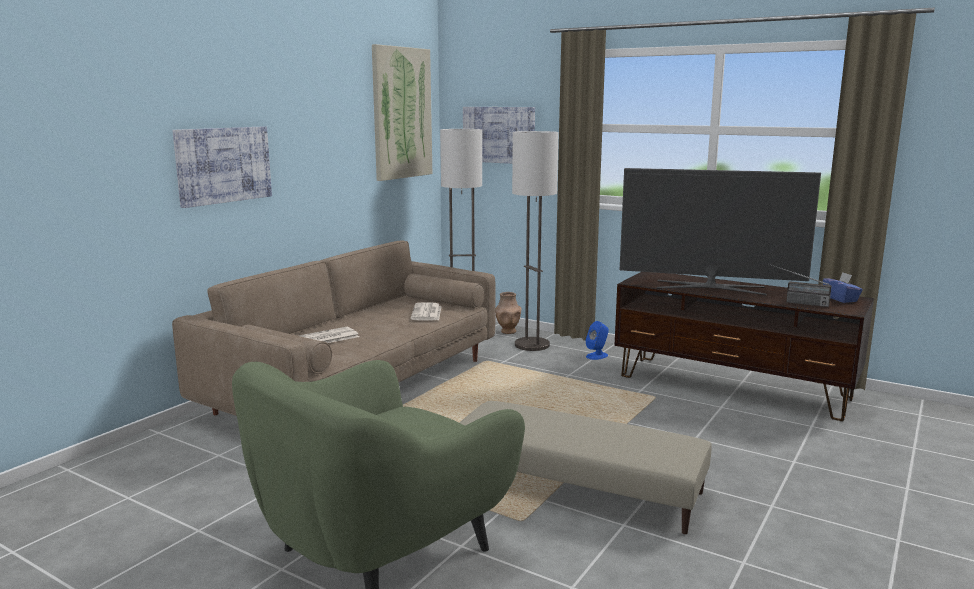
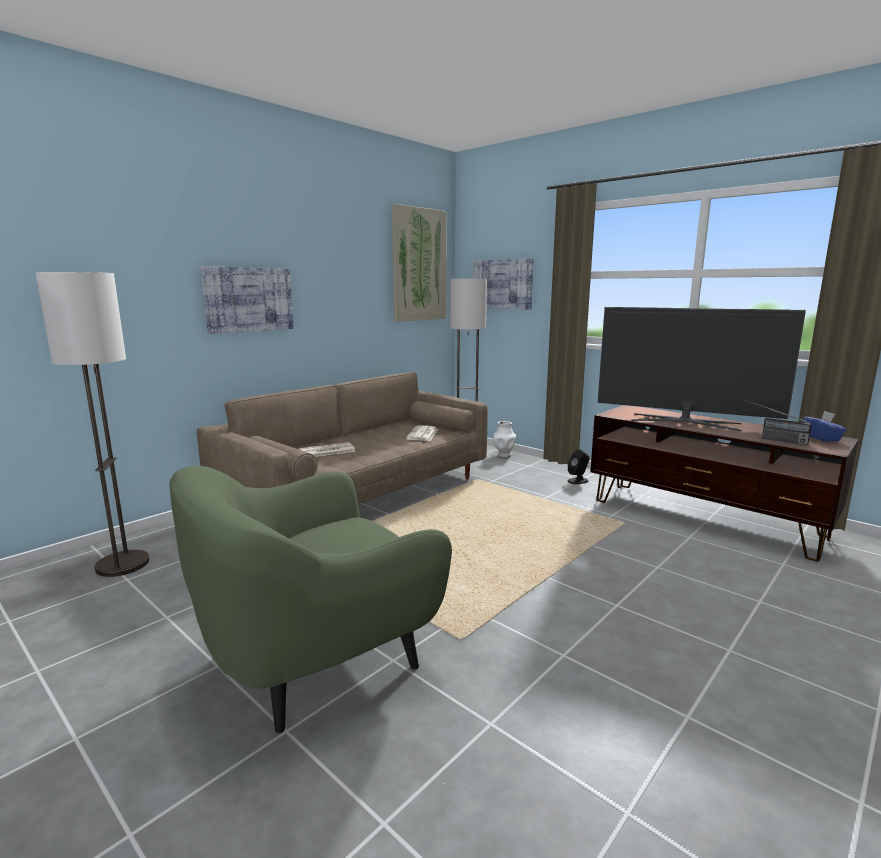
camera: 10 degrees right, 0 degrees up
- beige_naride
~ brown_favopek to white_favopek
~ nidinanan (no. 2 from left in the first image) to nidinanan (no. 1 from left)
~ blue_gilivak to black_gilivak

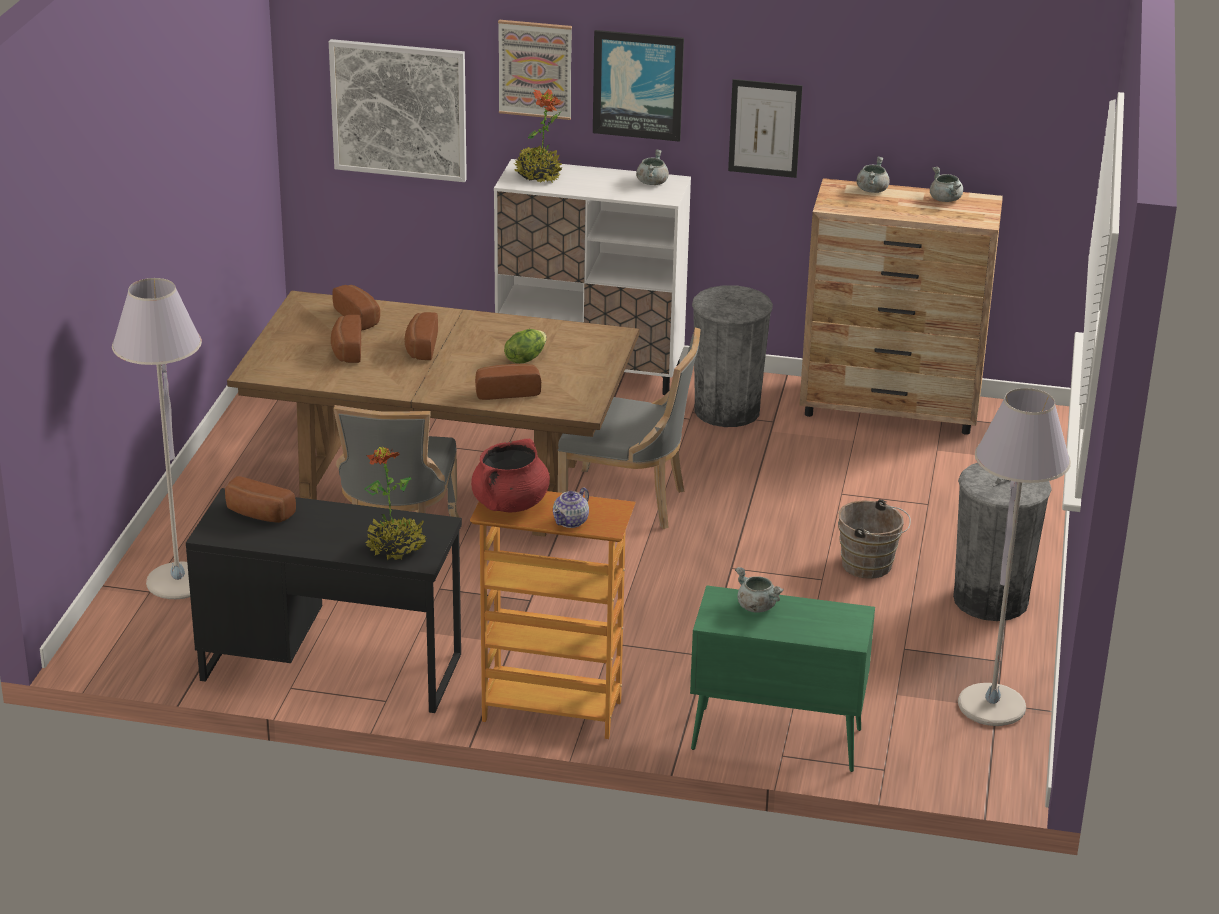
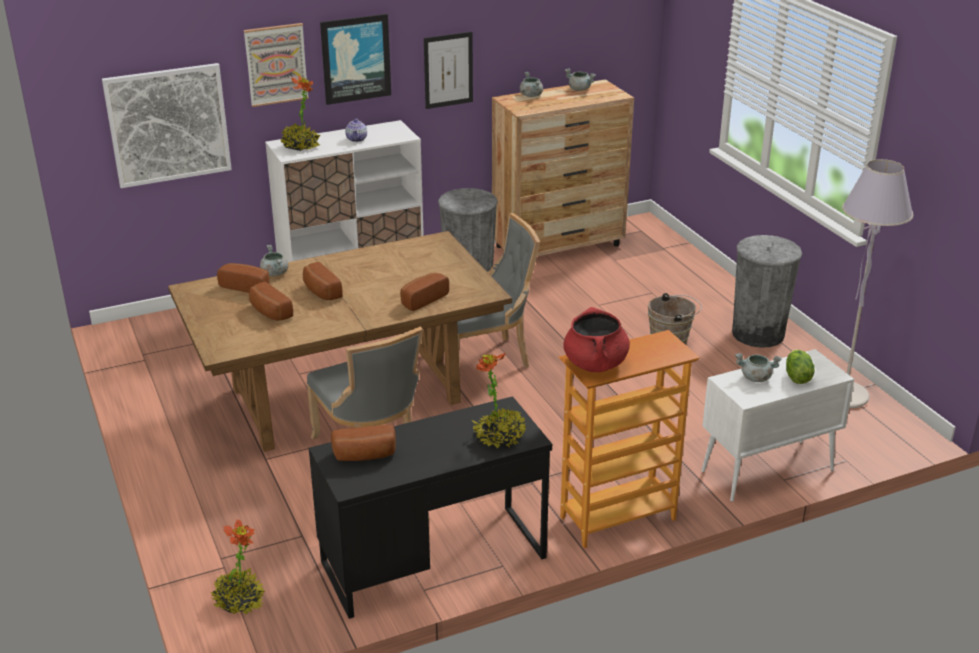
camera: 35 degrees left, 0 degrees up
- grey_nidinanan (no. 1 from left)
~ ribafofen
~ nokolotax
~ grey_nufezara (no. 1 from left)
~ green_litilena to white_litilena (no. 2 from left)
+ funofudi (no. 1 from left)

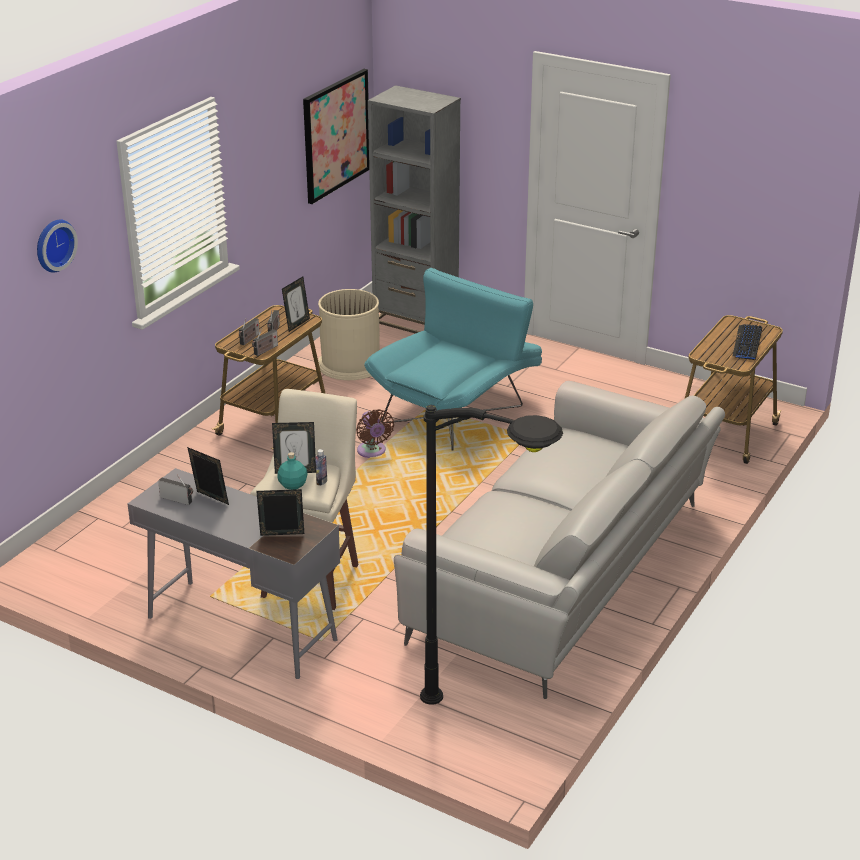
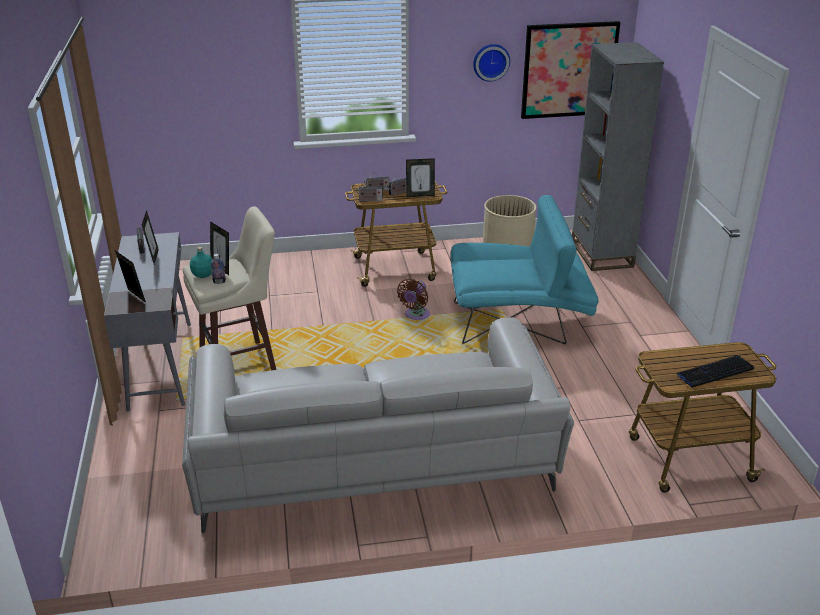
camera: 50 degrees right, 0 degrees up
~ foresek
- black_nidinanan

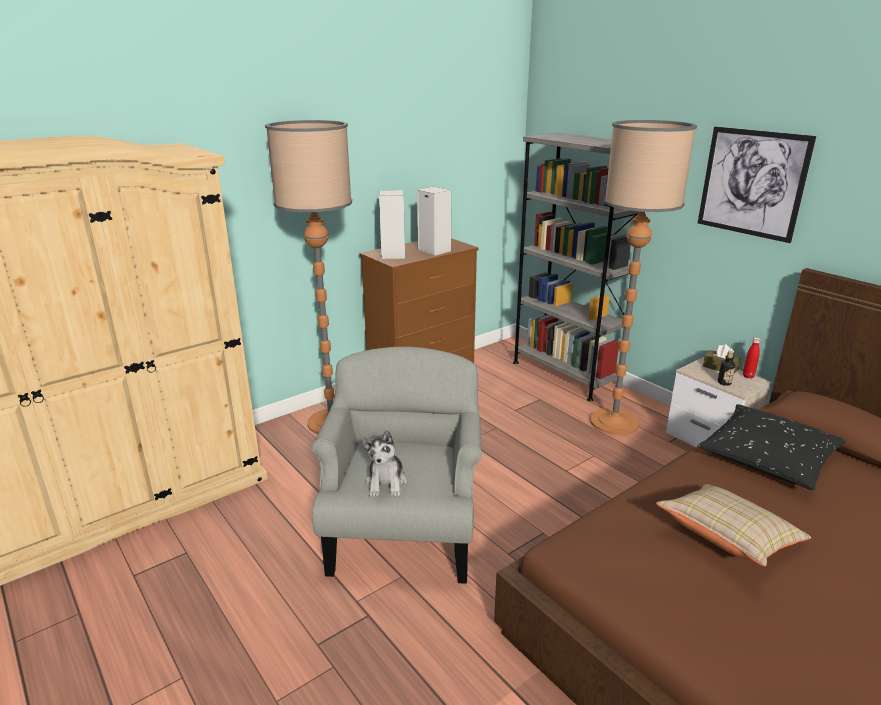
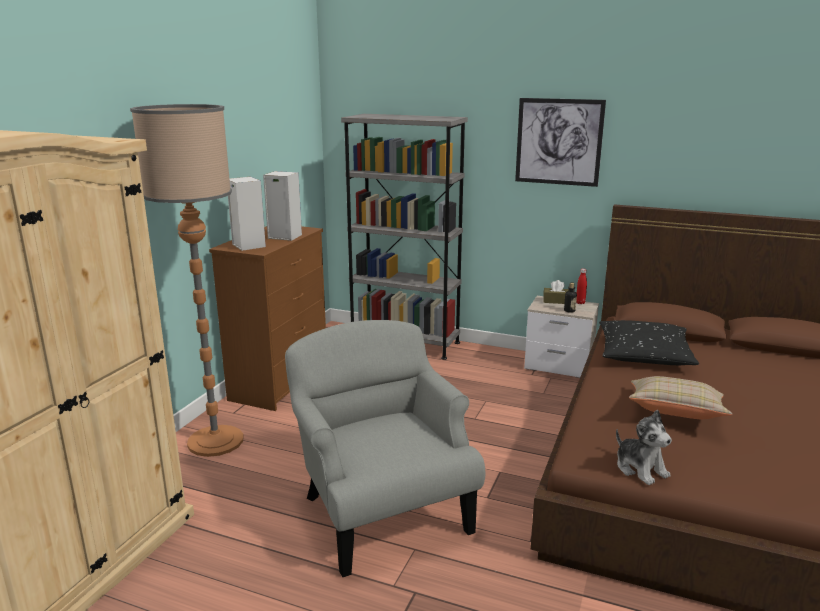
camera: 30 degrees left, 5 degrees down
~ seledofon
- nidinanan (no. 2 from left)

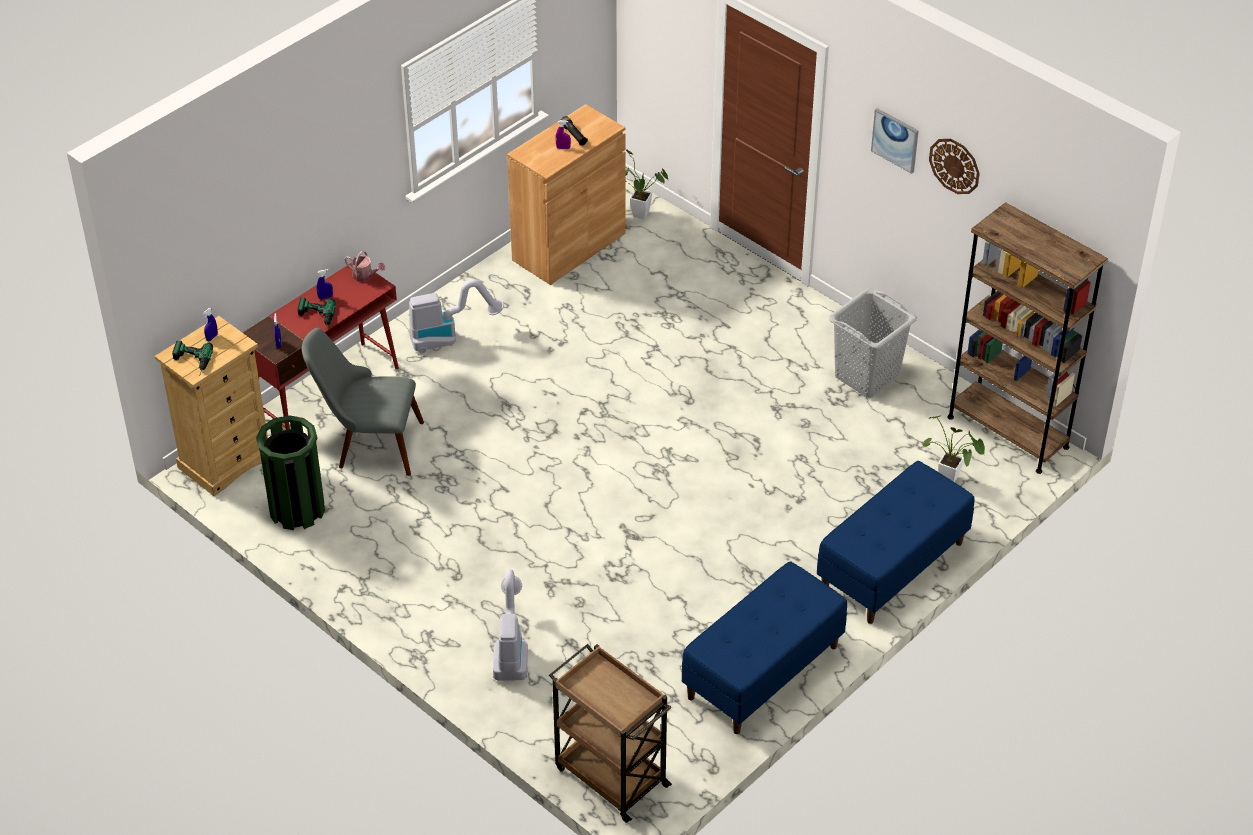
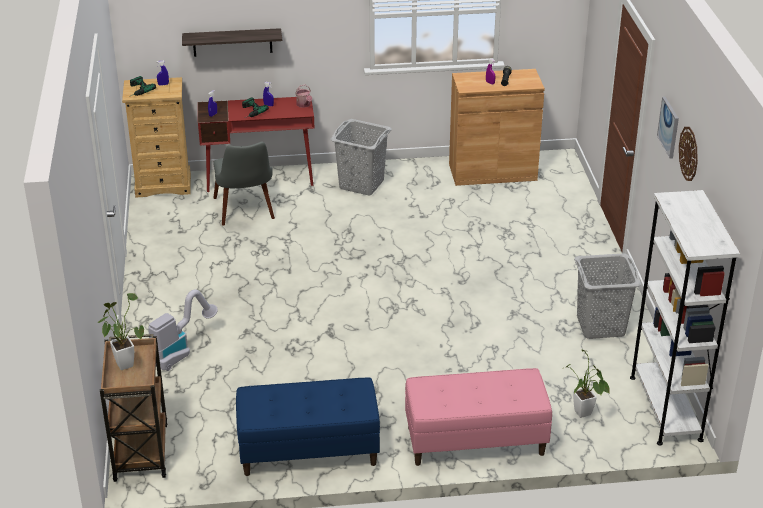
camera: 40 degrees right, 10 degrees down
- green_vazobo
~ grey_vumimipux 150 degrees counterclockwise
~ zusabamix (no. 1 from left) to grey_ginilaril (no. 1 from left)
~ funofudi (no. 1 from left)
~ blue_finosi (no. 2 from left) to pink_finosi
~ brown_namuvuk to white_namuvuk
+ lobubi

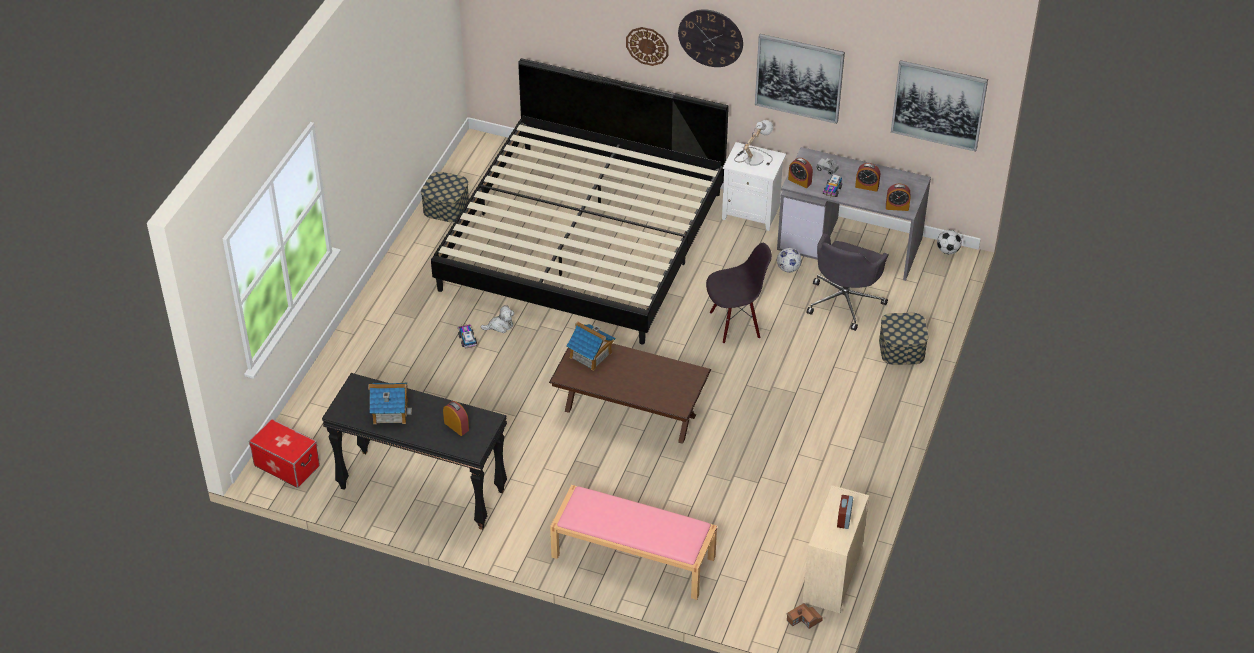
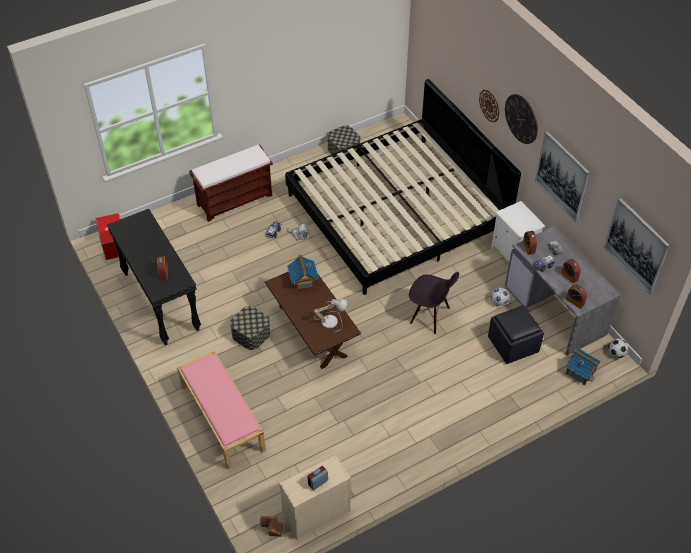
camera: 40 degrees right, 5 degrees up
~ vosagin (no. 1 from left in the first image) to vosagin (no. 3 from left)
~ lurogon
~ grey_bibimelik to black_naride
~ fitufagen (no. 3 from left in the first image) to fitufagen (no. 2 from left)
+ brown_finosi

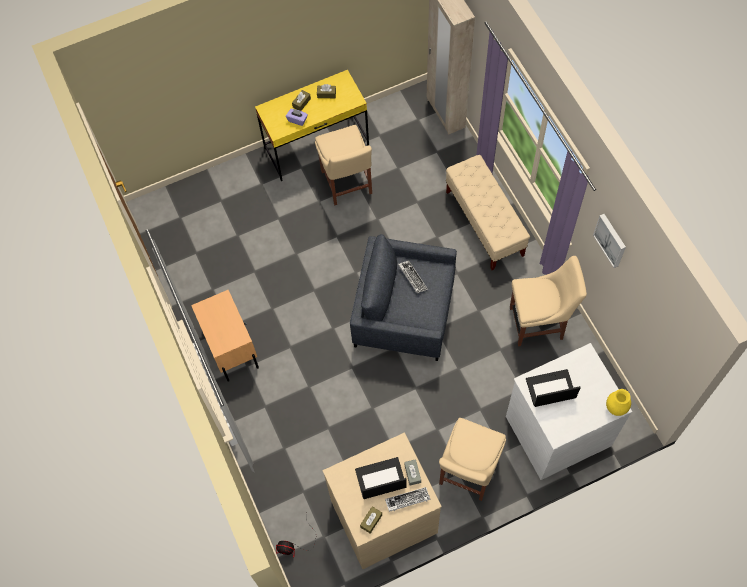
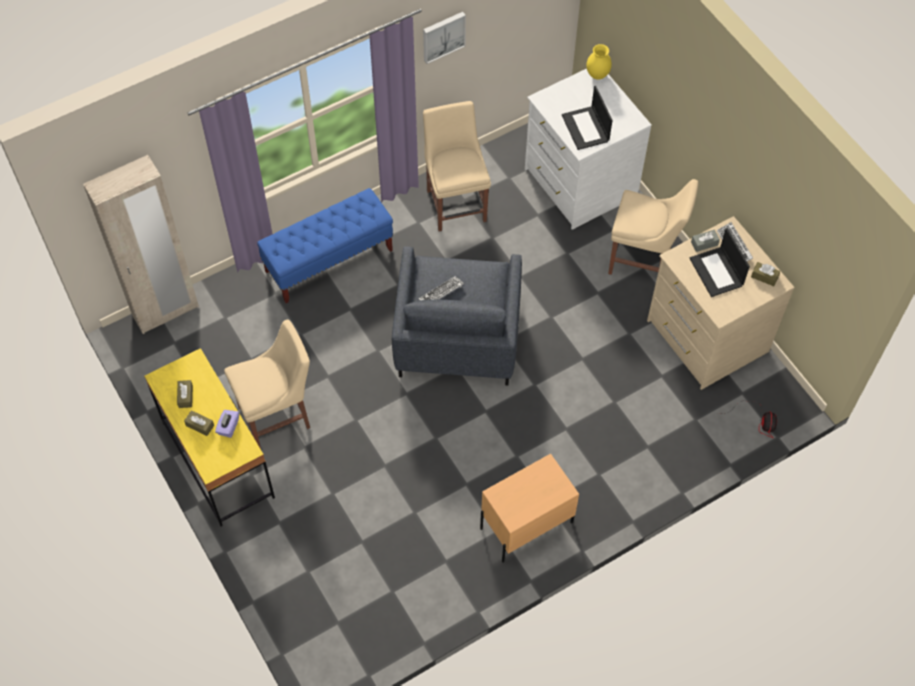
camera: 100 degrees left, 5 degrees down
~ beige_finosi to blue_finosi

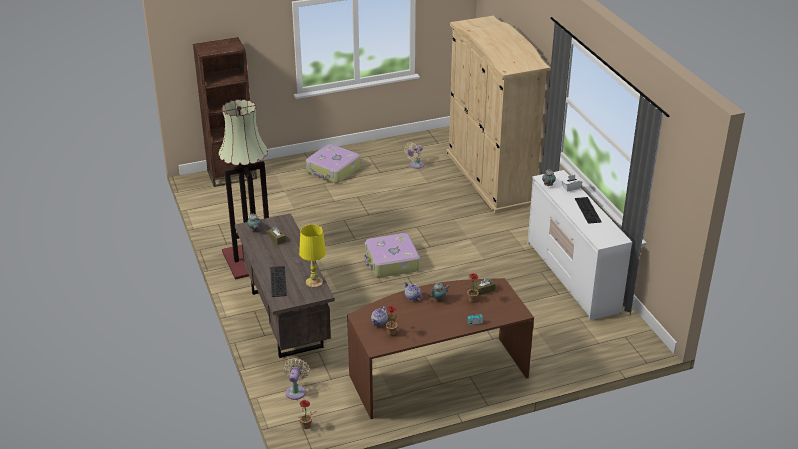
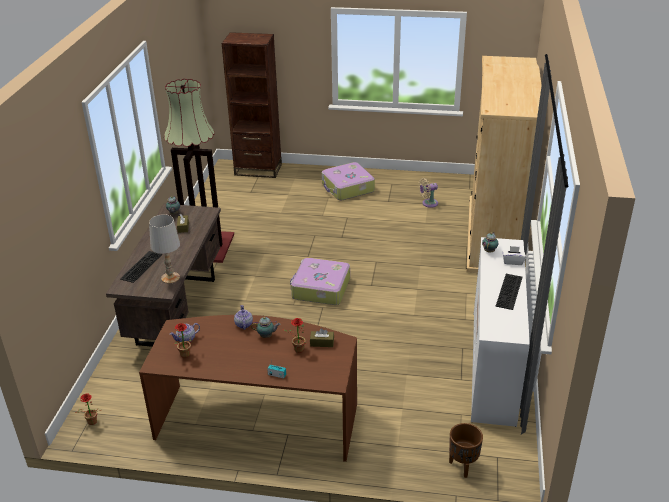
camera: 30 degrees right, 0 degrees up
- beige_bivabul (no. 1 from left)
~ yellow_lurogon to white_lurogon
+ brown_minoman

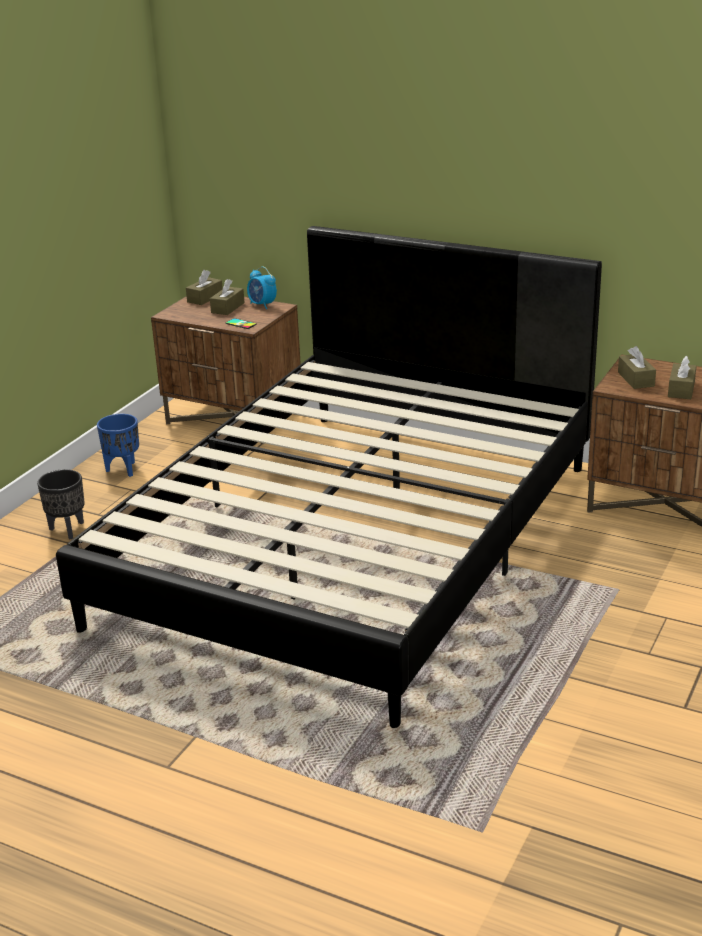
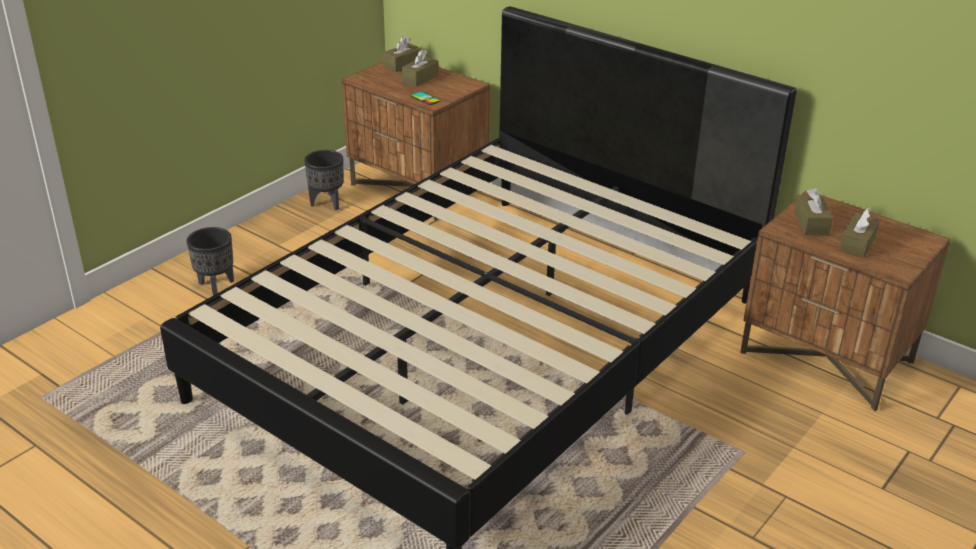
camera: 10 degrees right, 5 degrees up
- blue_minoman
- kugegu
+ black_minoman (no. 2 from left)

